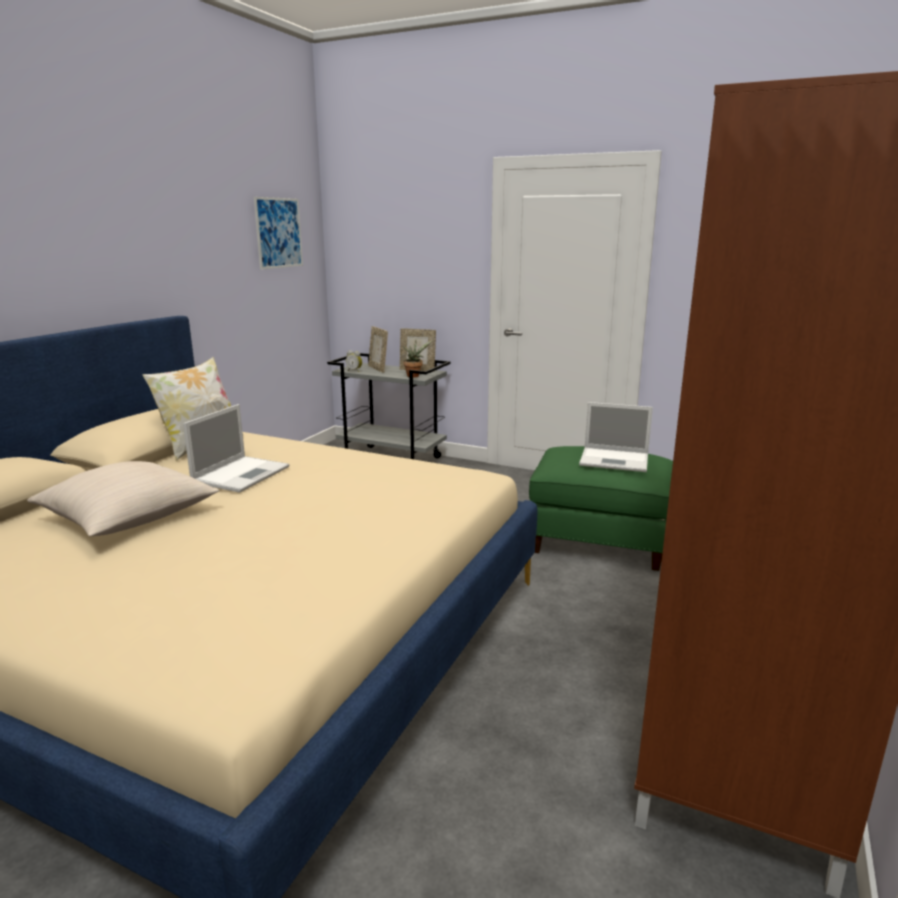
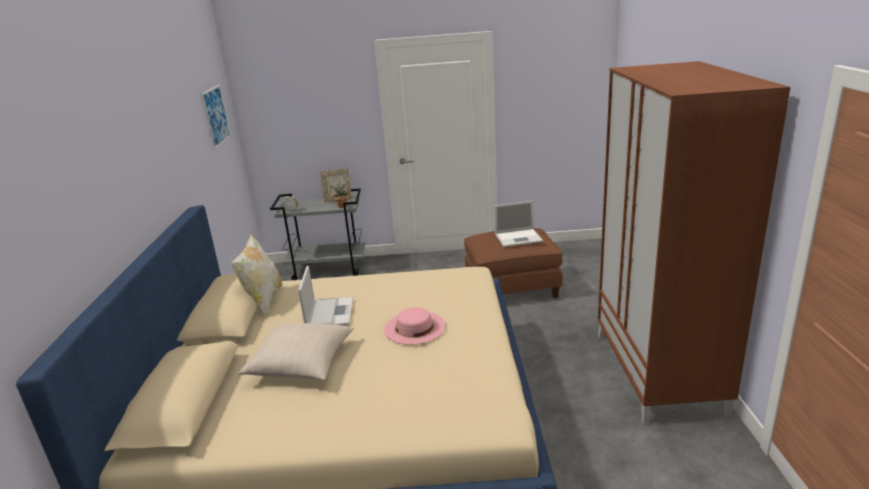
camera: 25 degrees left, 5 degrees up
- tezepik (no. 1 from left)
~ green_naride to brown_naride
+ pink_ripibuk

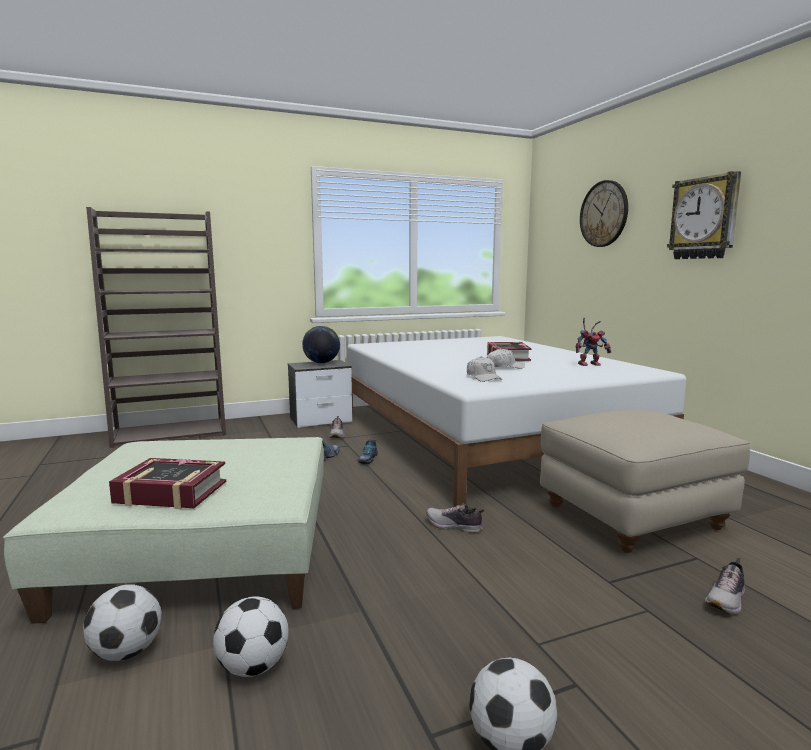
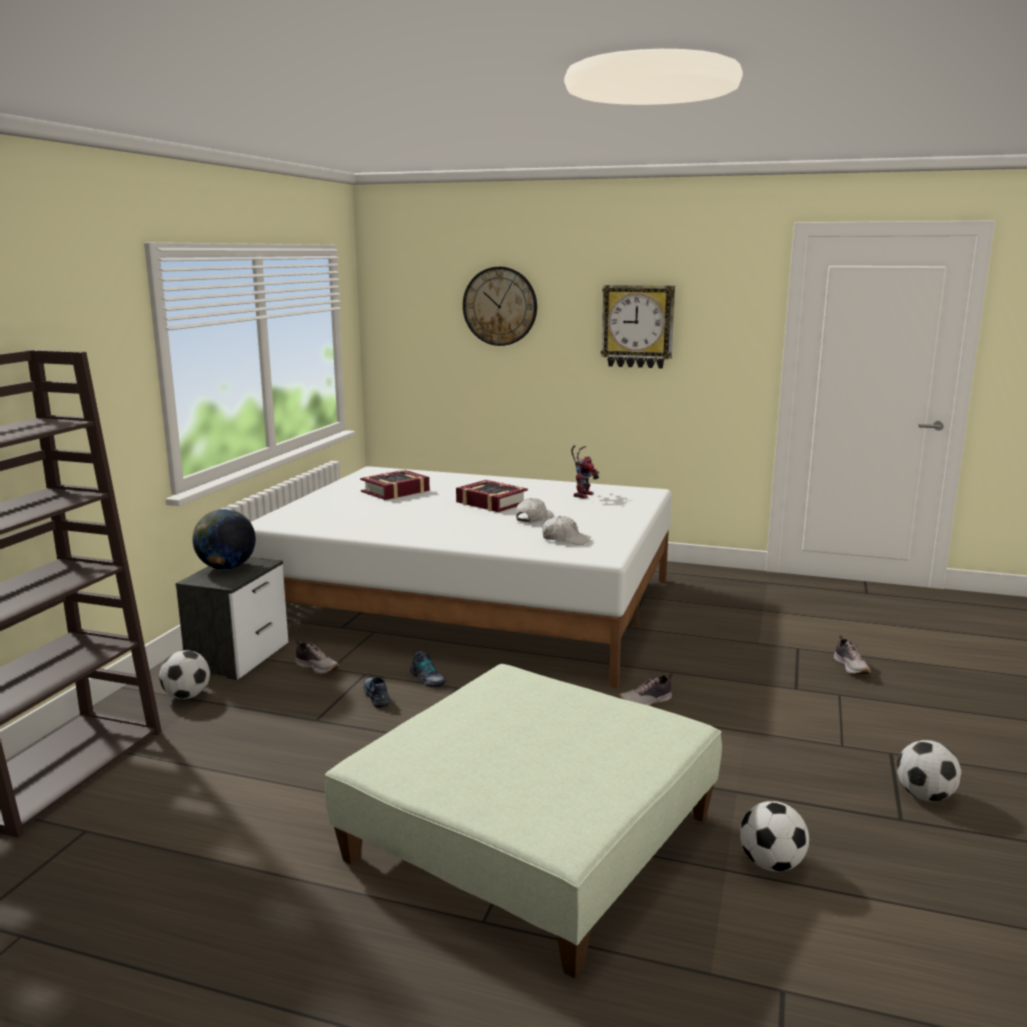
camera: 50 degrees left, 5 degrees up
~ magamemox (no. 1 from left)
~ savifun (no. 1 from left)
- beige_naride

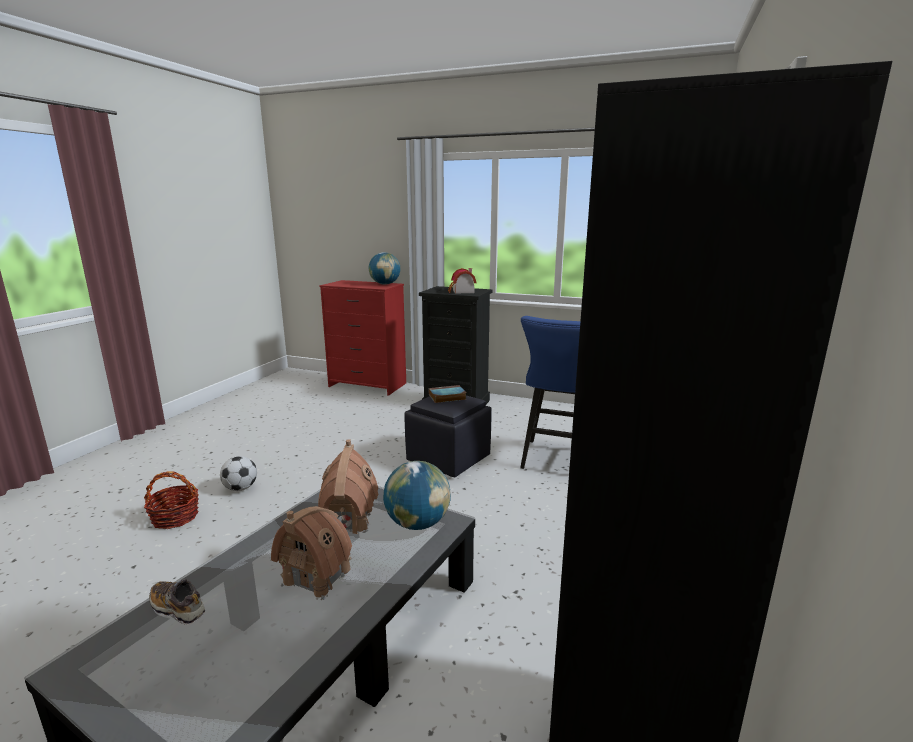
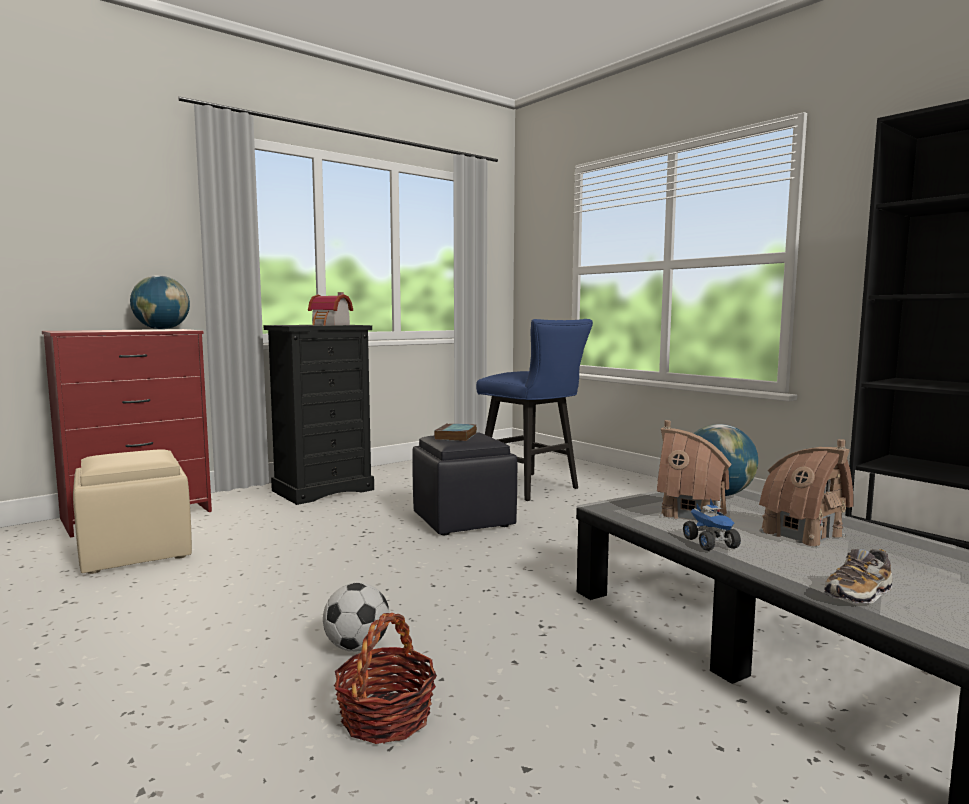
camera: 60 degrees left, 10 degrees down
+ beige_naride
+ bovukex

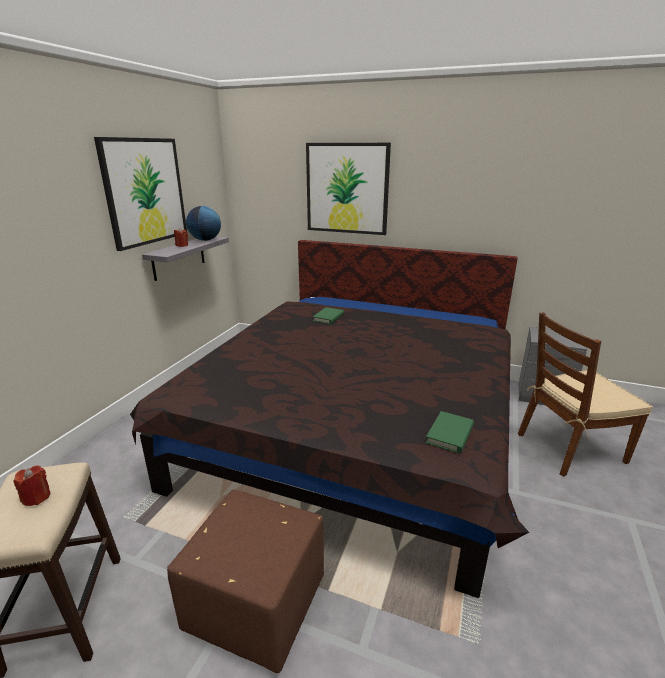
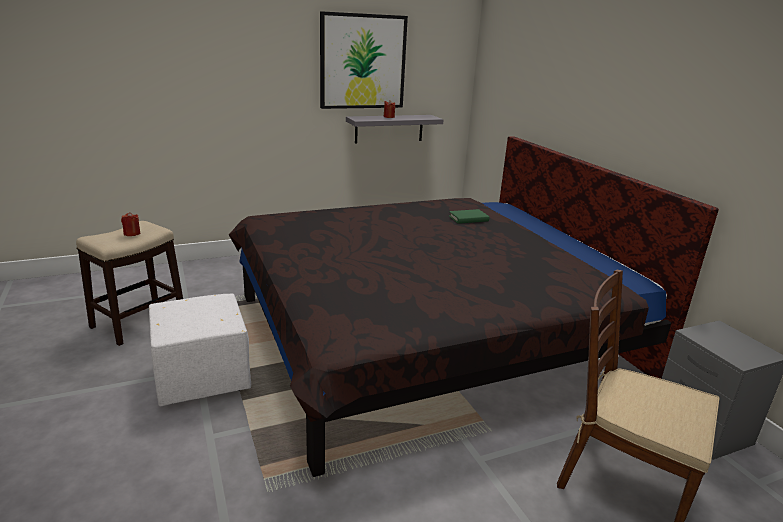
camera: 45 degrees right, 0 degrees up
~ brown_naride to white_naride
- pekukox
- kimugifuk (no. 2 from left)
- green_savifun (no. 2 from left)

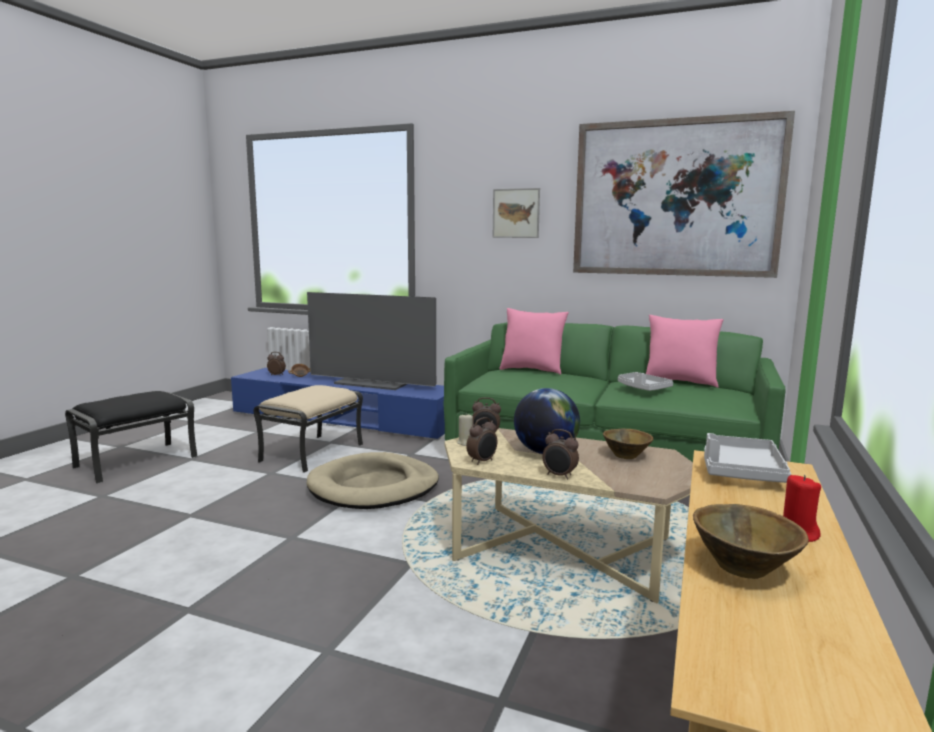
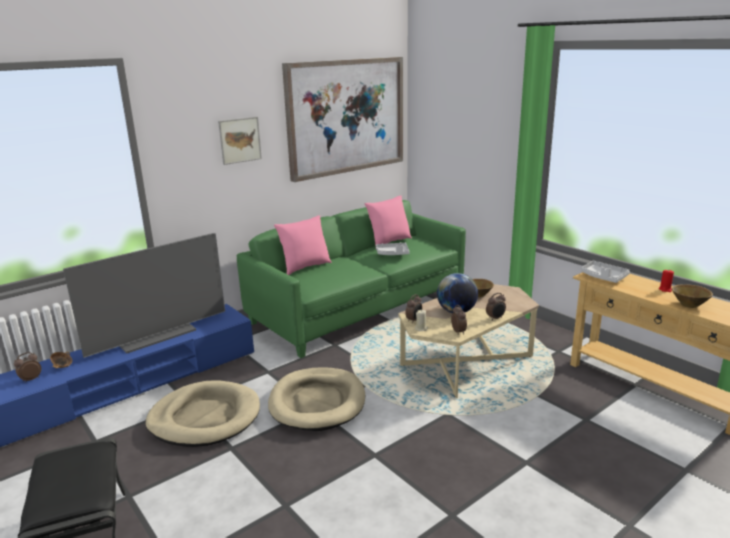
camera: 60 degrees left, 10 degrees up
~ beige_naride to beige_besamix (no. 1 from left)

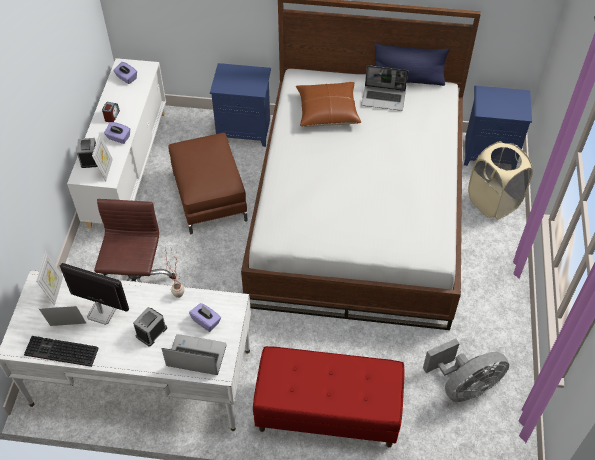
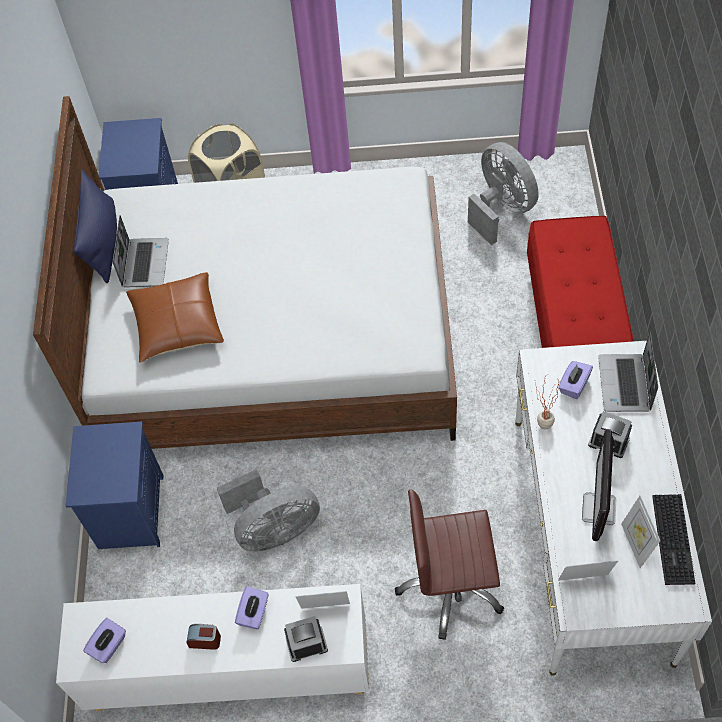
camera: 95 degrees left, 5 degrees up
~ brown_naride to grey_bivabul (no. 1 from left)

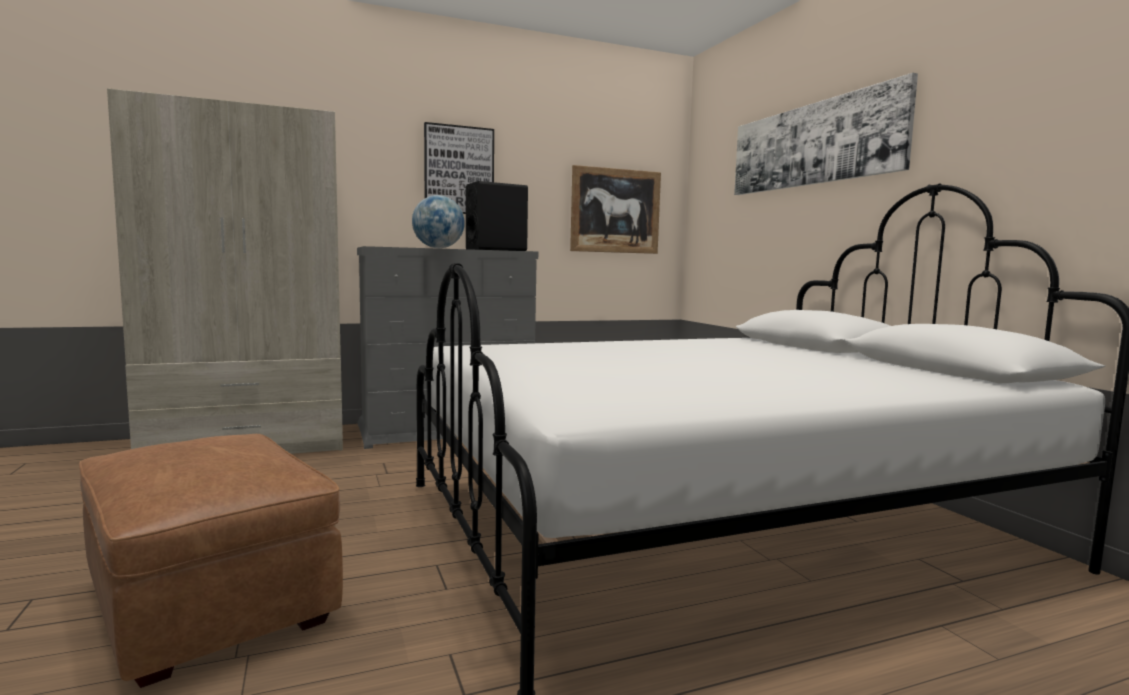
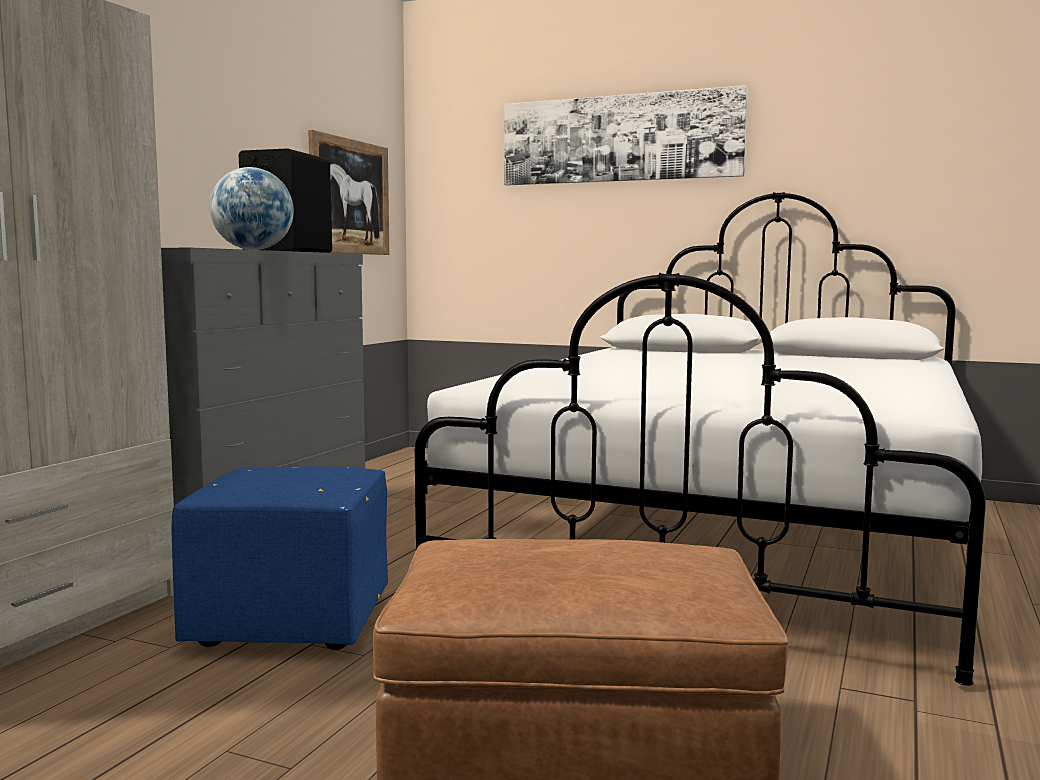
camera: 45 degrees left, 0 degrees up
- kimugifuk (no. 1 from left)
+ blue_naride

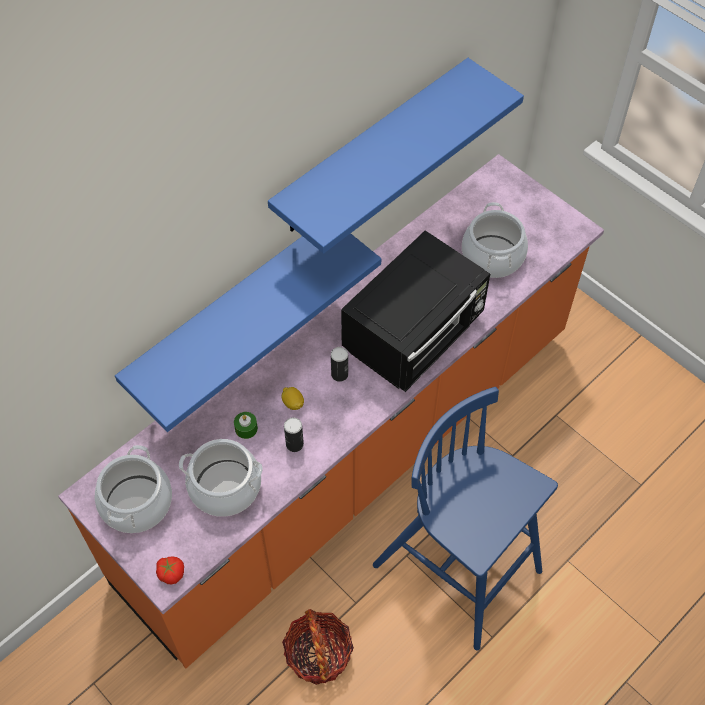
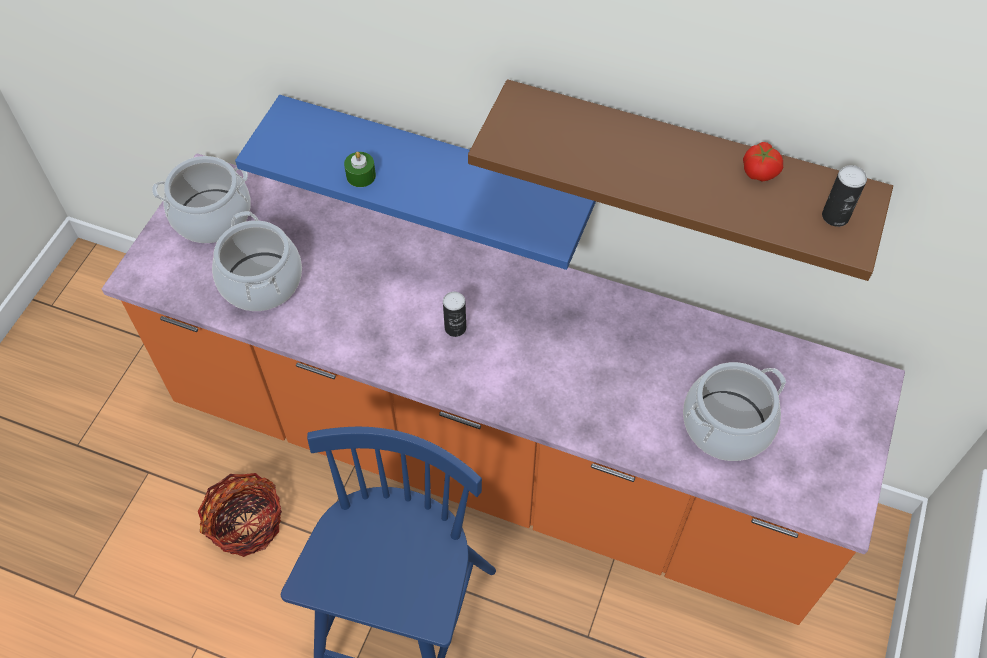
camera: 65 degrees right, 0 degrees up
~ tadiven
~ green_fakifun
~ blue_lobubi (no. 2 from left) to brown_lobubi
- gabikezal
~ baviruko (no. 1 from left in the first image) to baviruko (no. 2 from left)
- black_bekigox

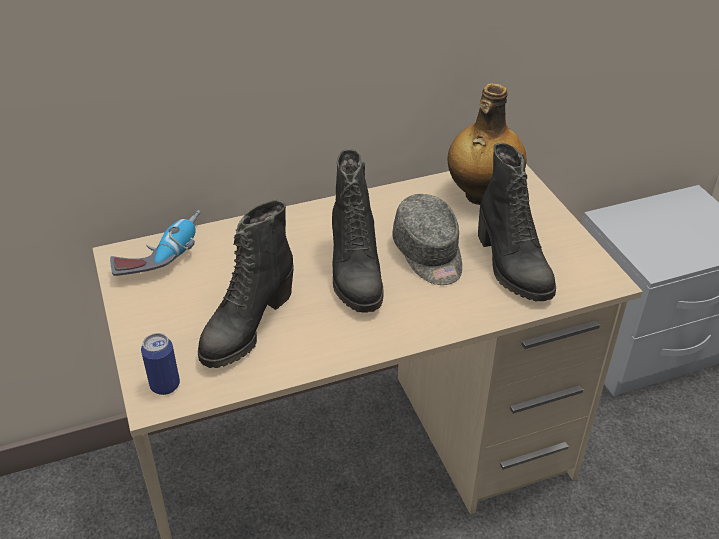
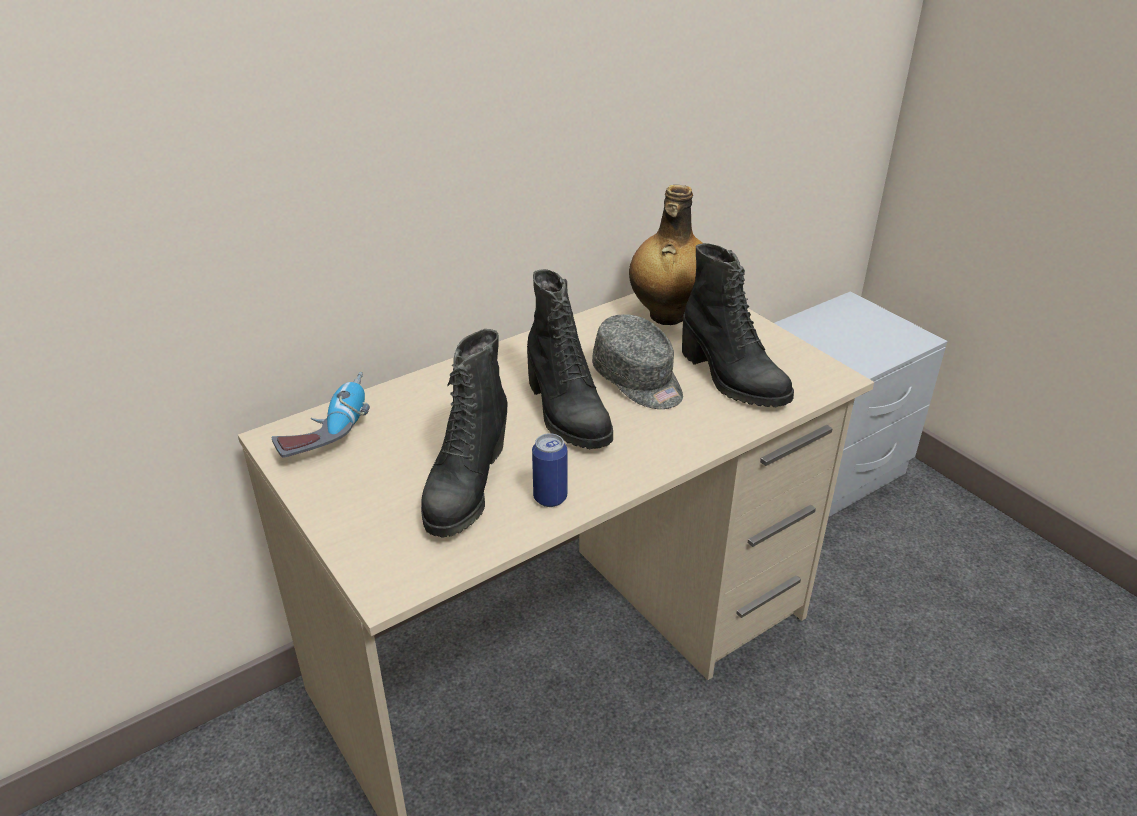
camera: 15 degrees left, 5 degrees down
~ baviruko

